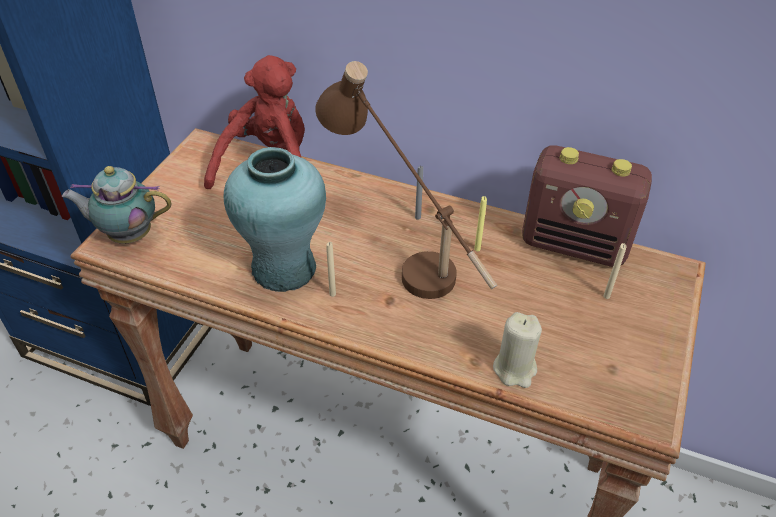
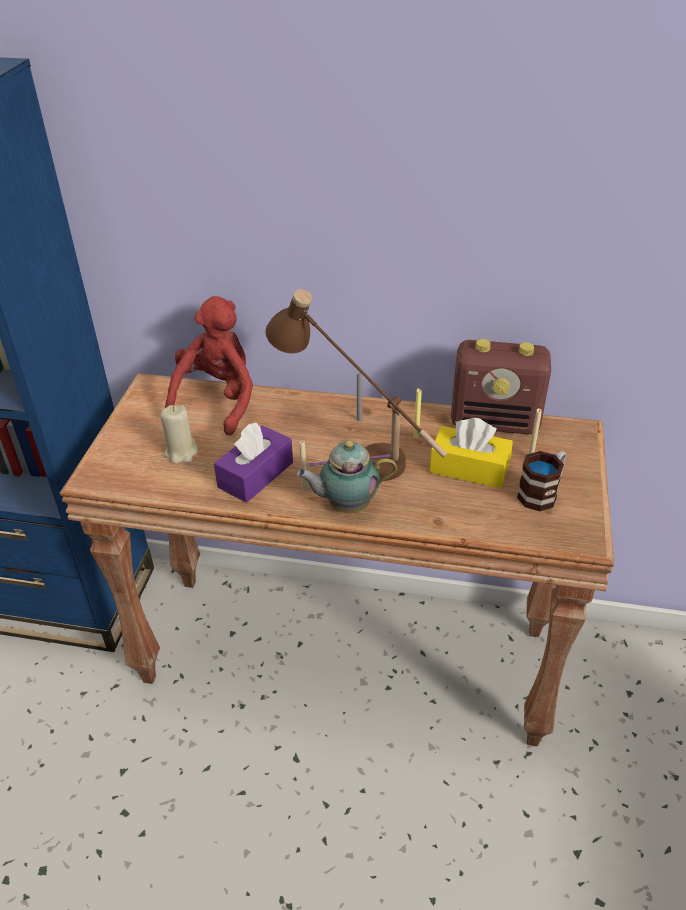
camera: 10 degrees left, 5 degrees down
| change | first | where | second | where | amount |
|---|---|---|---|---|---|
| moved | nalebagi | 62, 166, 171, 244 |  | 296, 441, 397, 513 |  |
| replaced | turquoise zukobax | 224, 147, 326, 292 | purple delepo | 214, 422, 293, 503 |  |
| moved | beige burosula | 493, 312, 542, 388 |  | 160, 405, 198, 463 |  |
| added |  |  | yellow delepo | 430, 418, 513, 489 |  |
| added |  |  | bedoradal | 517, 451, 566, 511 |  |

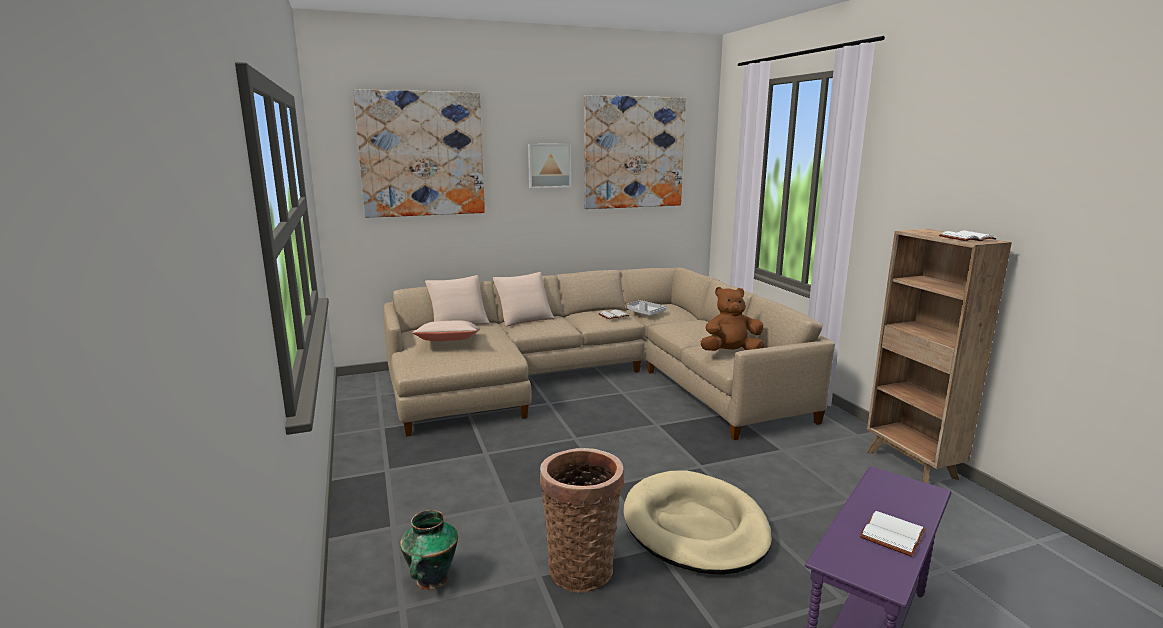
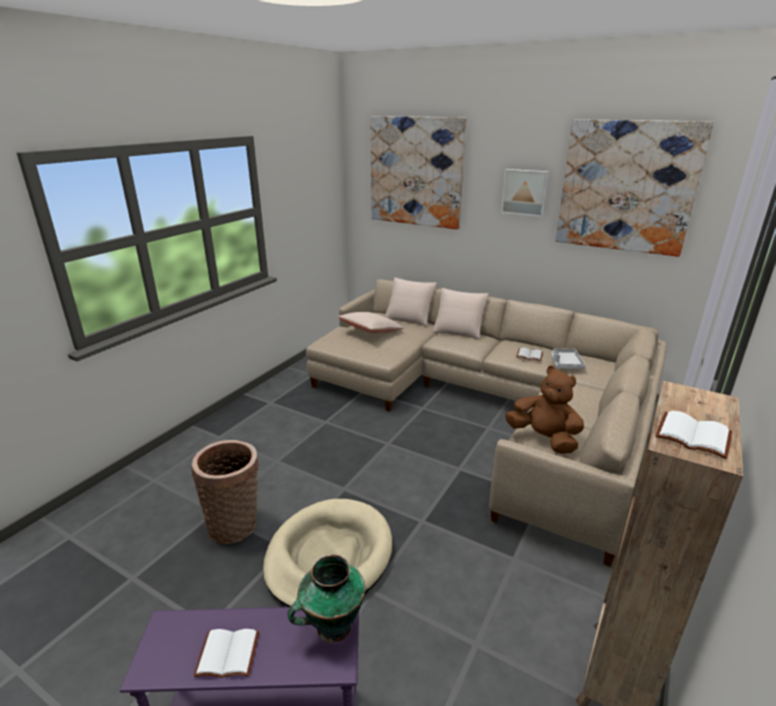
camera: 50 degrees right, 10 degrees up
| change | first | where | second | where | amount |
|---|---|---|---|---|---|
| moved | zukobax | 400, 510, 458, 590 |  | 288, 554, 365, 643 |  |

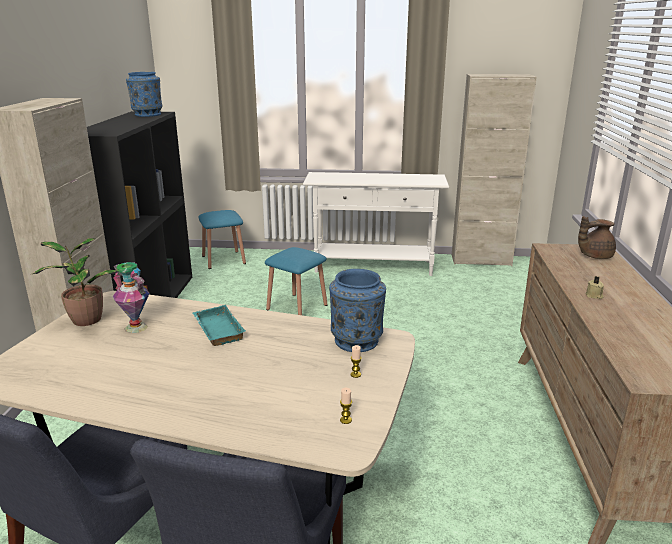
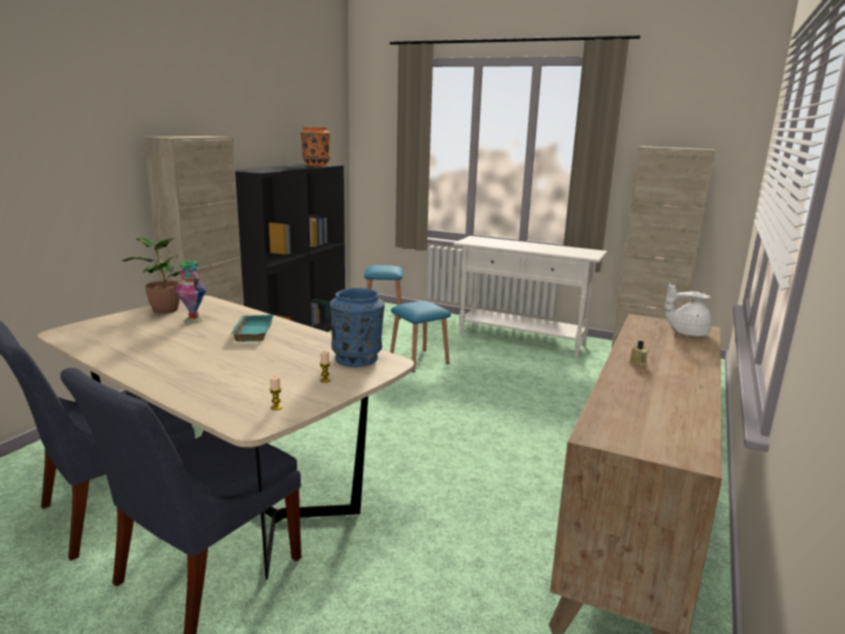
camera: 20 degrees right, 5 degrees down
| change | first | where | second | where | amount |
|---|---|---|---|---|---|
| recoloured | blue zukobax | 126, 72, 163, 117 | orange zukobax | 301, 127, 330, 166 |  |
| recoloured | brown nalebagi | 578, 216, 616, 259 | white nalebagi | 665, 284, 712, 337 |  |

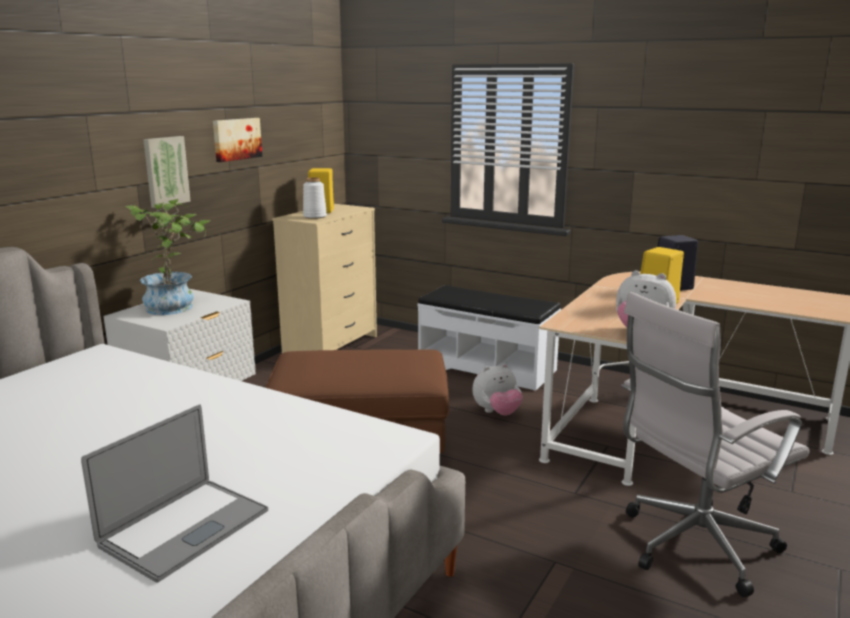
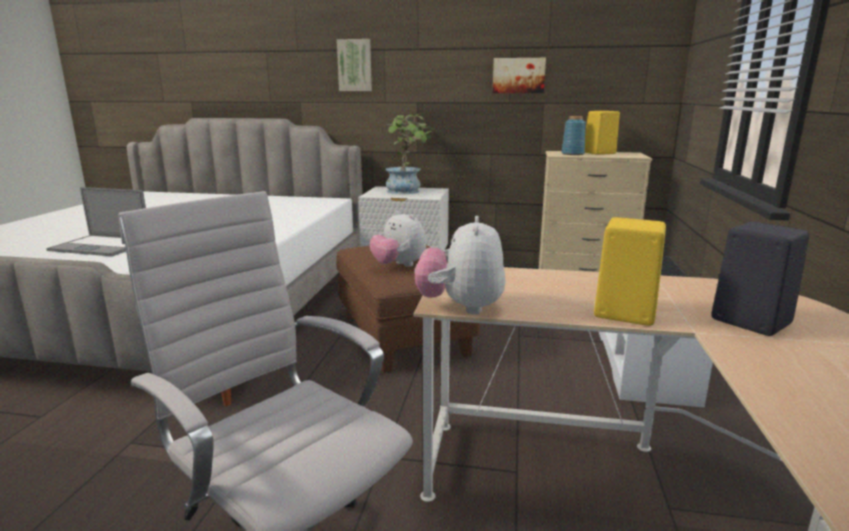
camera: 70 degrees right, 0 degrees up
| change | first | where | second | where | amount |
|---|---|---|---|---|---|
| moved | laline | 143, 136, 191, 208 |  | 337, 39, 372, 91 |  |
| recoloured | white zukobax | 303, 177, 327, 219 | blue zukobax | 562, 116, 586, 155 |  |
| moved | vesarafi | 473, 363, 523, 416 |  | 370, 211, 426, 267 |  |

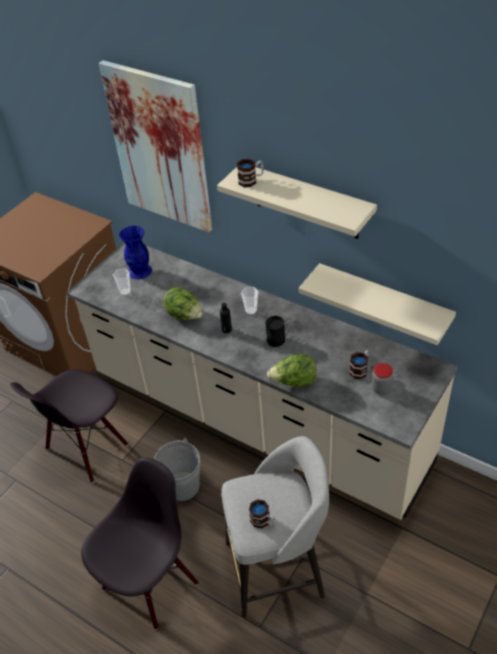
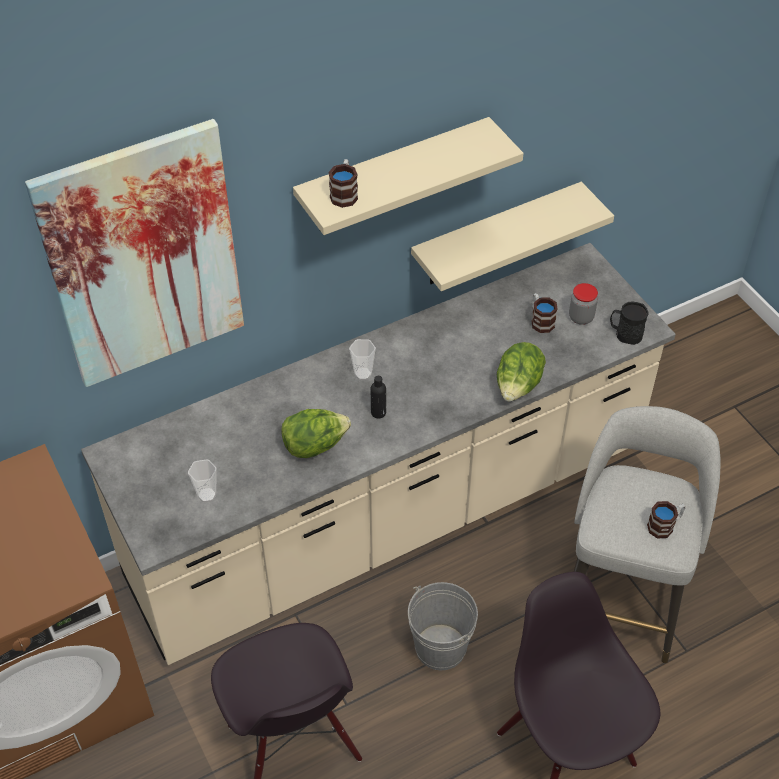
camera: 65 degrees left, 5 degrees up
| change | first | where | second | where | amount |
|---|---|---|---|---|---|
| removed | blue zukobax | 119, 226, 152, 279 |  |  |  |
| moved | black bedoradal | 265, 316, 285, 347 |  | 610, 302, 648, 345 |  |

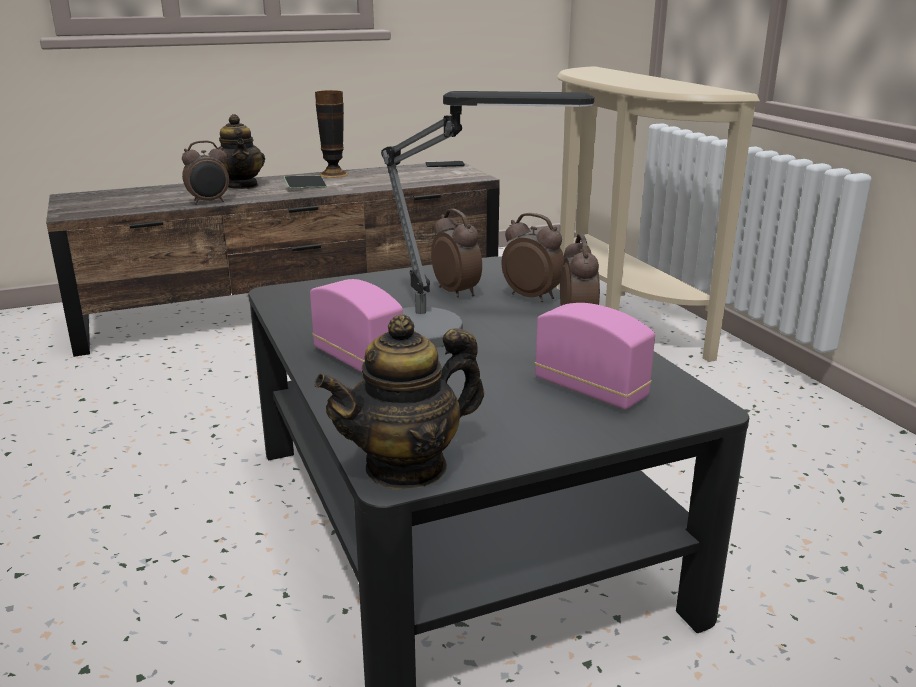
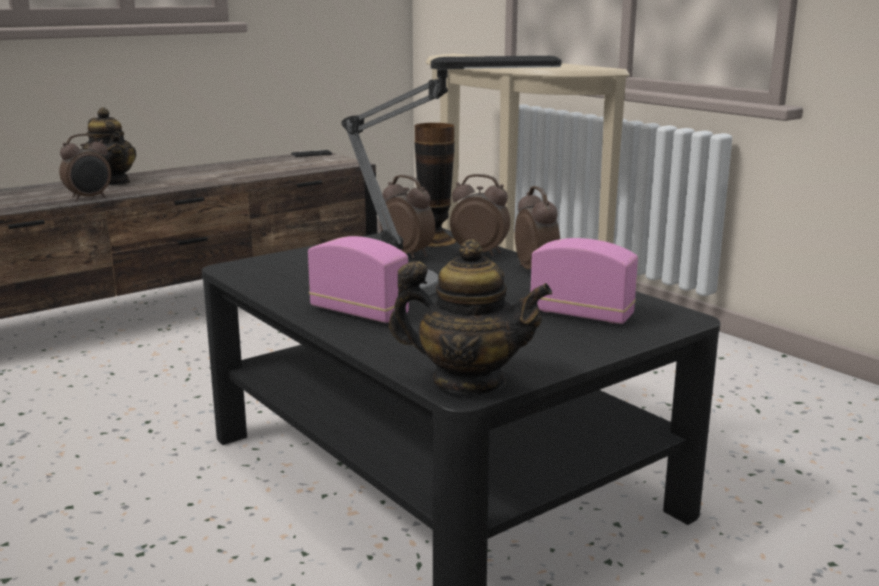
camera: 15 degrees left, 5 degrees down
| change | first | where | second | where | amount |
|---|---|---|---|---|---|
| removed | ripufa | 284, 176, 327, 188 |  |  |  |
| moved | zukobax | 315, 90, 349, 178 |  | 414, 123, 456, 247 |  |
| turned | nalebagi | 315, 314, 484, 490 |  | 389, 239, 552, 394 | 120 degrees counterclockwise |

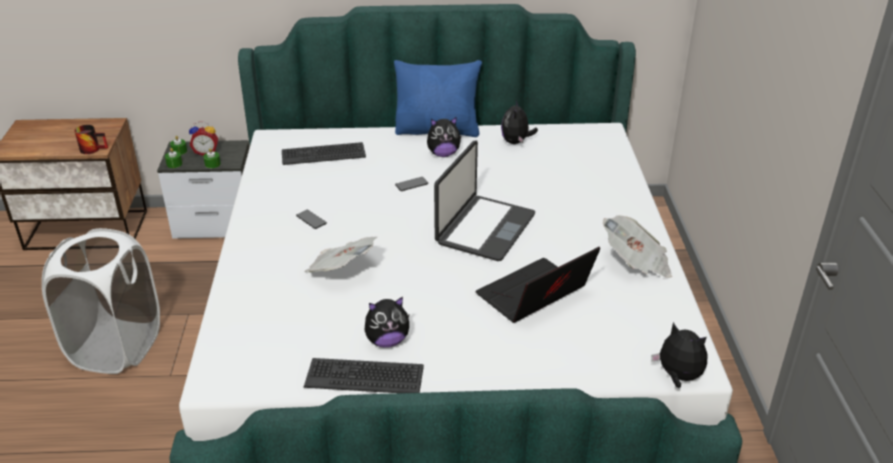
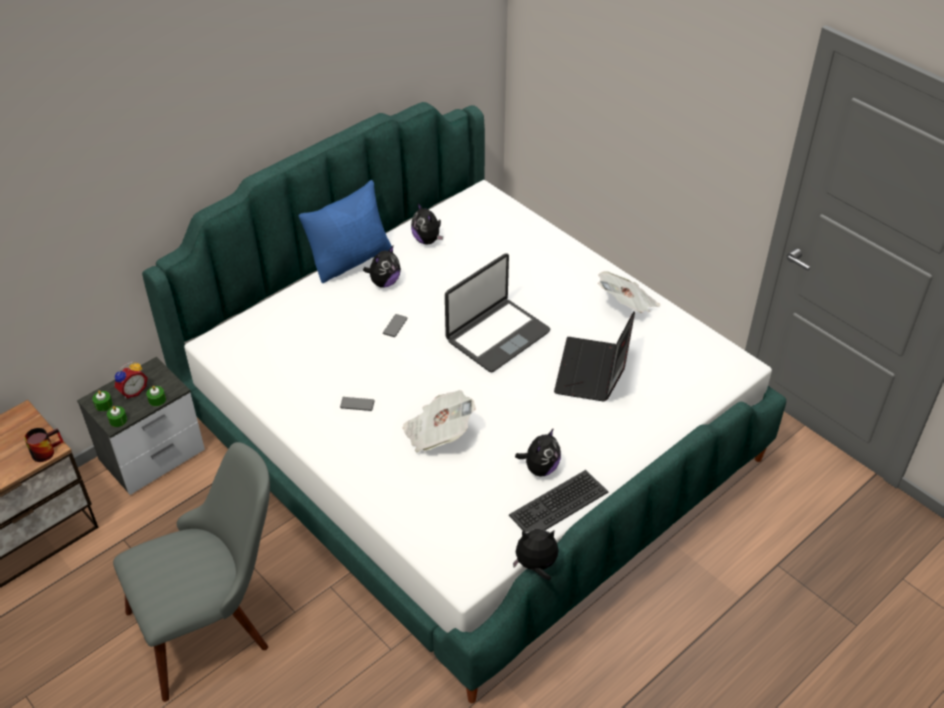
camera: 40 degrees left, 10 degrees up
| change | first | where | second | where | amount |
|---|---|---|---|---|---|
| replaced | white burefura | 42, 228, 160, 374 | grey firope | 113, 442, 270, 702 |  |
| removed | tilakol | 282, 142, 366, 165 |  |  |  |
| turned | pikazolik | 434, 140, 535, 261 |  | 445, 253, 551, 372 | 60 degrees clockwise |
| moved | vesarafi | 651, 322, 707, 388 |  | 513, 529, 558, 580 |  |

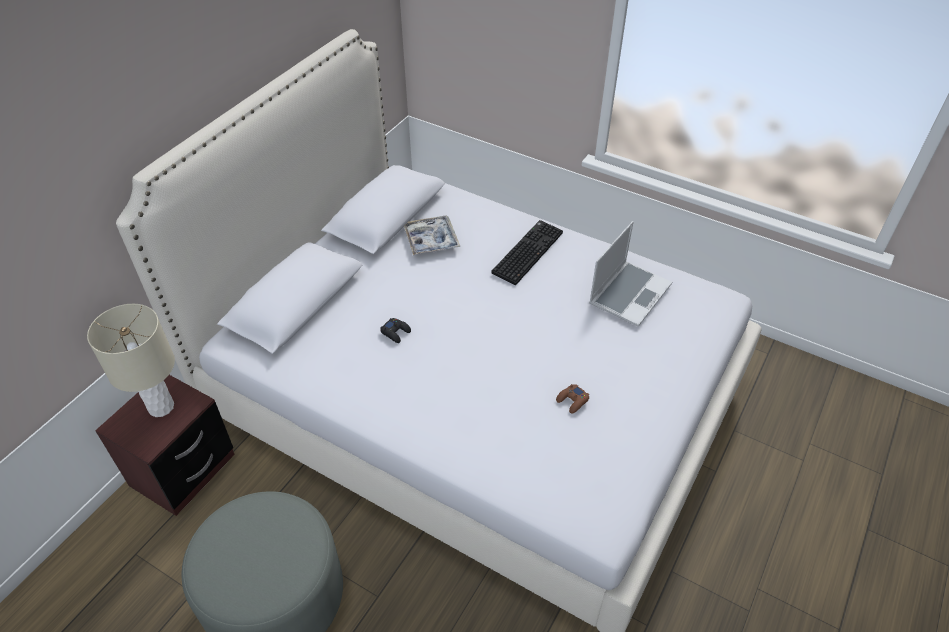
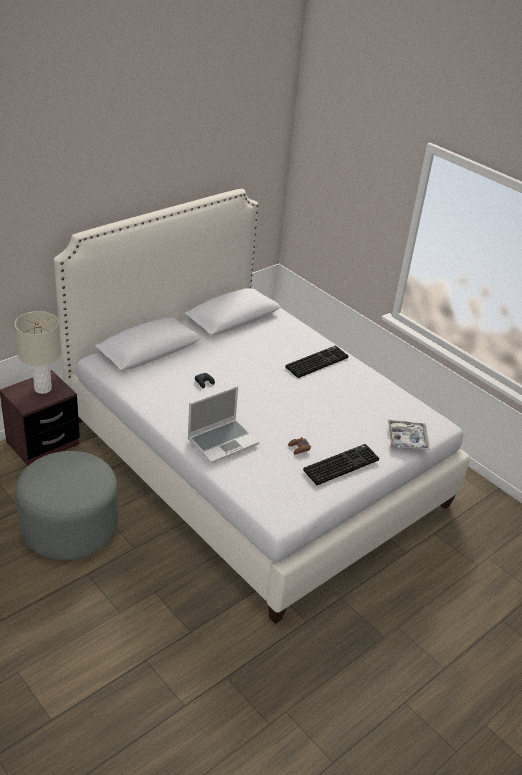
camera: 15 degrees right, 10 degrees down
| change | first | where | second | where | amount |
|---|---|---|---|---|---|
| moved | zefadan | 404, 215, 460, 255 |  | 388, 420, 430, 450 |  |
| moved | pikazolik | 589, 221, 672, 327 |  | 187, 386, 259, 463 |  |
| added |  |  | tilakol | 303, 444, 379, 485 |  |

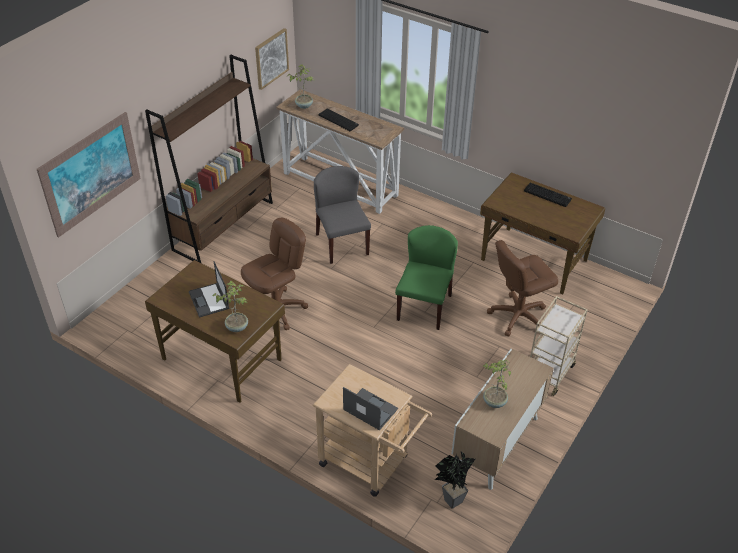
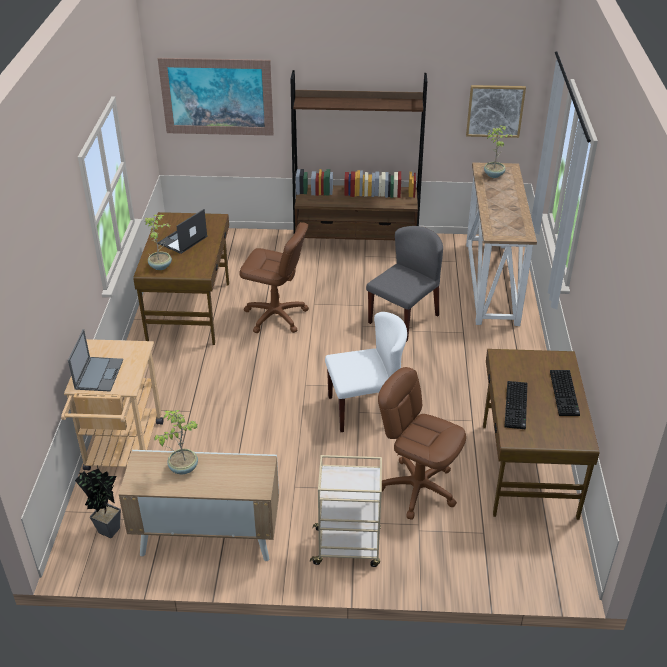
camera: 60 degrees right, 5 degrees down
| change | first | where | second | where | amount |
|---|---|---|---|---|---|
| moved | tilakol | 319, 108, 359, 131 |  | 505, 381, 527, 429 |  |
| recoloured | green firope | 395, 225, 458, 330 | white firope | 325, 312, 407, 432 |  |

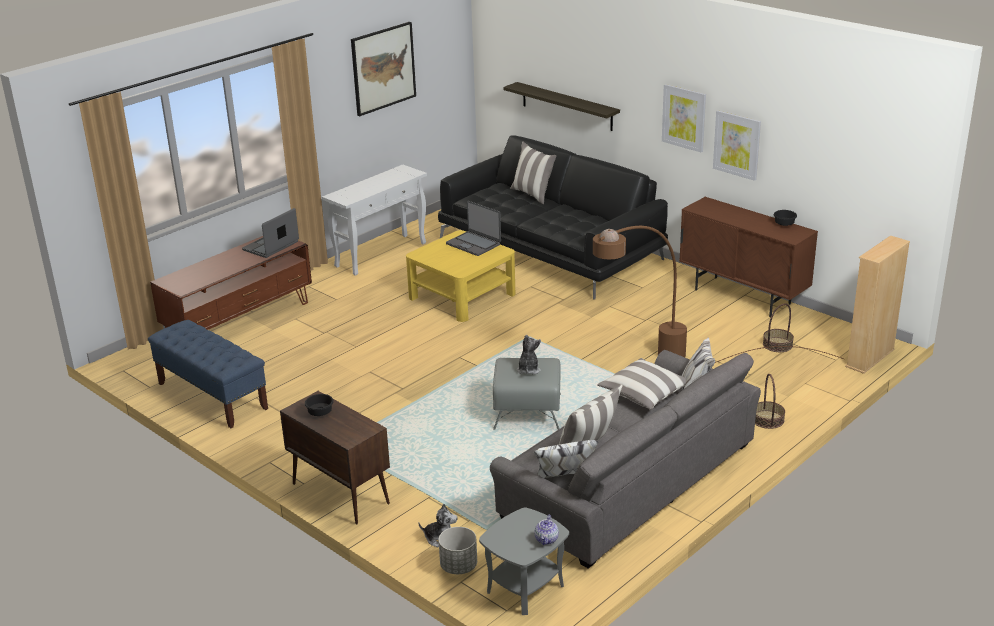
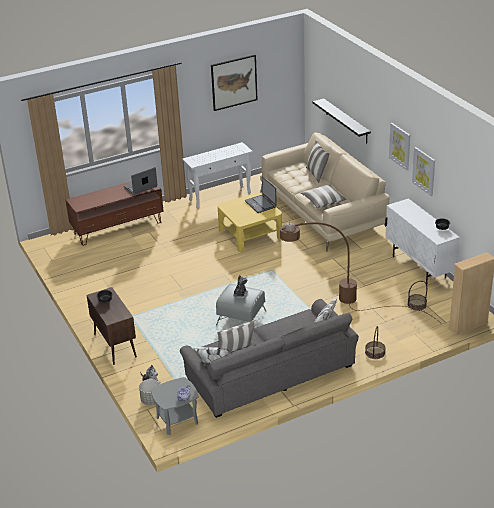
camera: 20 degrees right, 5 degrees up
| change | first | where | second | where | amount |
|---|---|---|---|---|---|
| removed | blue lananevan | 148, 320, 268, 428 |  |  |  |
| recoloured | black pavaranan | 438, 135, 668, 299 | beige pavaranan | 260, 133, 389, 252 |  |
| moved | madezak | 597, 358, 686, 410 |  | 301, 185, 347, 209 |  |
| recoloured | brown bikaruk | 679, 197, 818, 317 | white bikaruk | 385, 198, 460, 284 |  |

